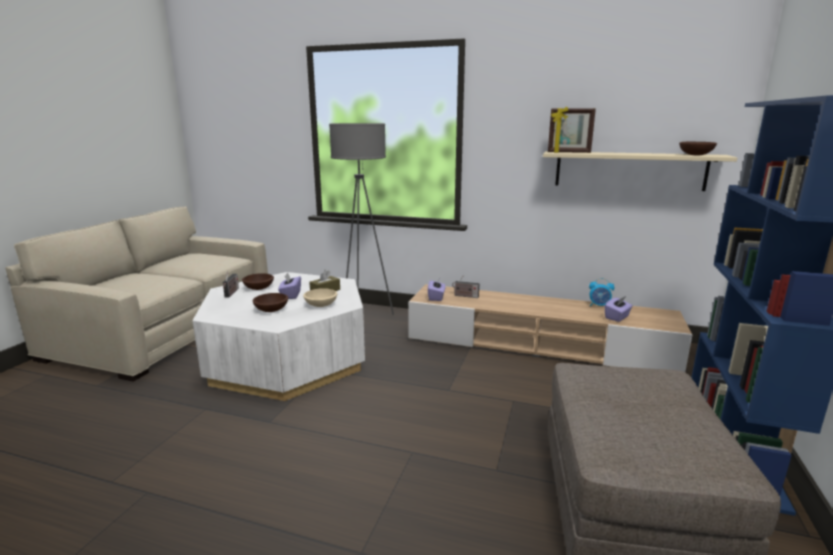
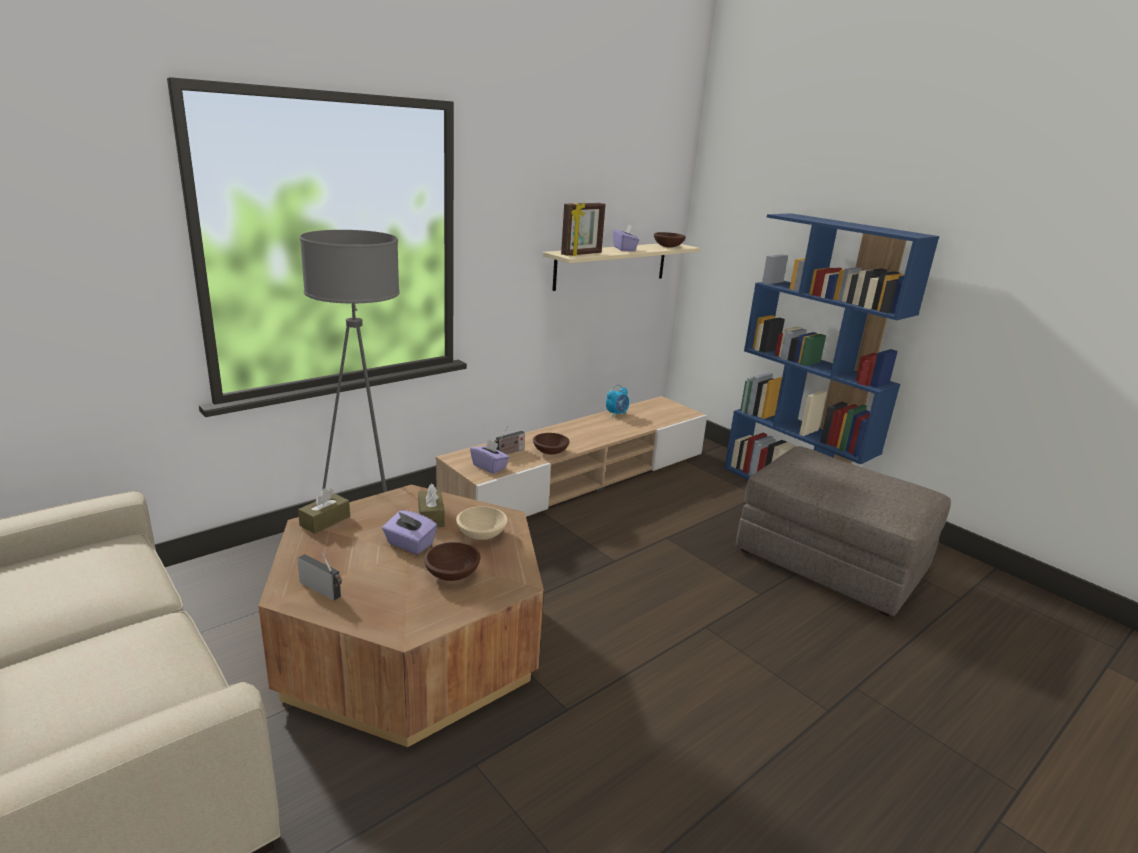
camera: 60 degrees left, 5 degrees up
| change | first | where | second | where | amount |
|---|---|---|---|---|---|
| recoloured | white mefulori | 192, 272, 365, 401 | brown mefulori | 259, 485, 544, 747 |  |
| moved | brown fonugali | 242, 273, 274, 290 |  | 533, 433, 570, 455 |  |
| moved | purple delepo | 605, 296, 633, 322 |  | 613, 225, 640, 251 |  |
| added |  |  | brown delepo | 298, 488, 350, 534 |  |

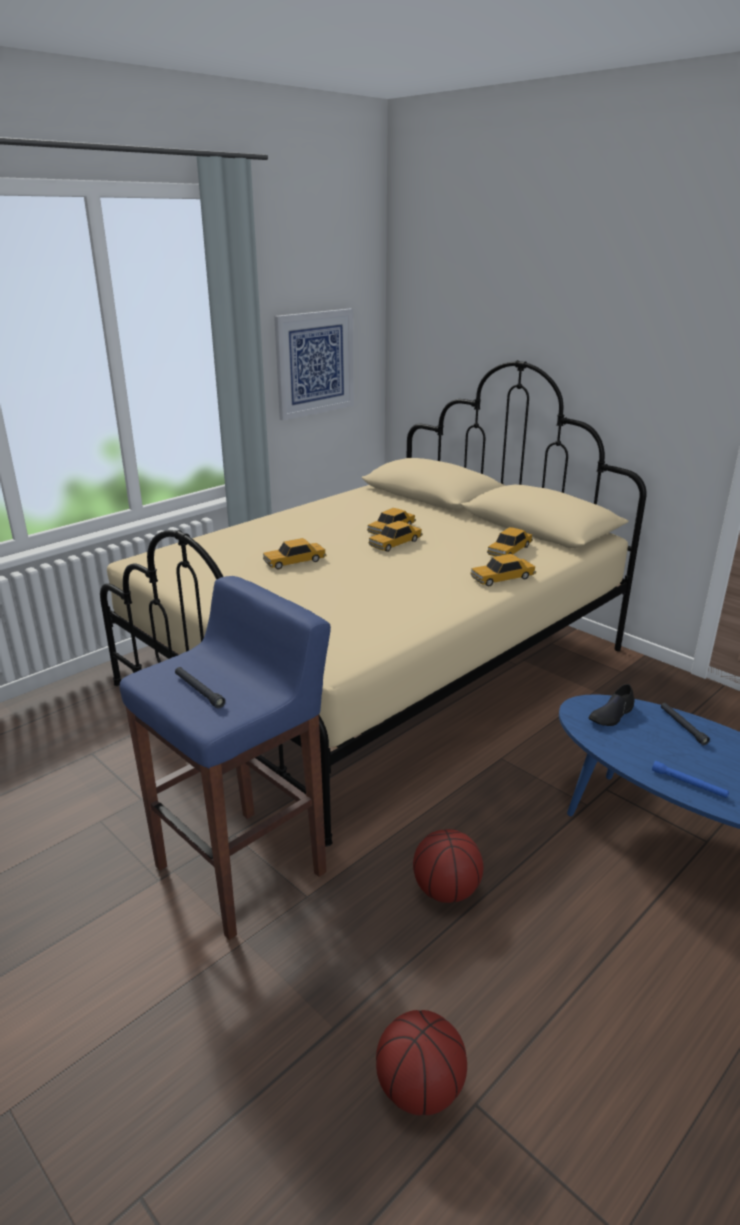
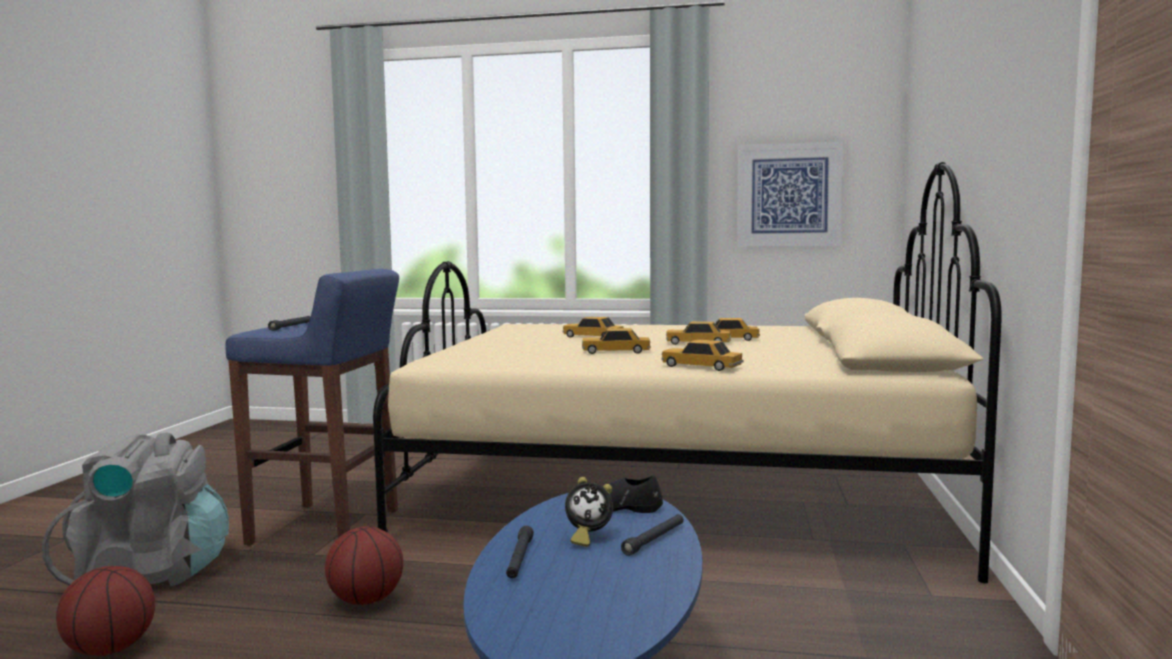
camera: 55 degrees right, 20 degrees down
| change | first | where | second | where | amount |
|---|---|---|---|---|---|
| moved | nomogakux | 487, 527, 533, 556 |  | 582, 328, 651, 354 |  |
| recoloured | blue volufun | 652, 761, 729, 798 | black volufun | 506, 526, 534, 579 |  |
| added |  |  | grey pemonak | 42, 433, 229, 586 |  |
| added |  |  | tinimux | 565, 477, 613, 547 |  |

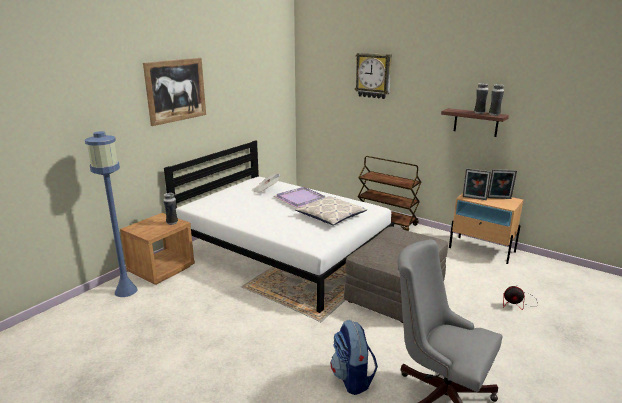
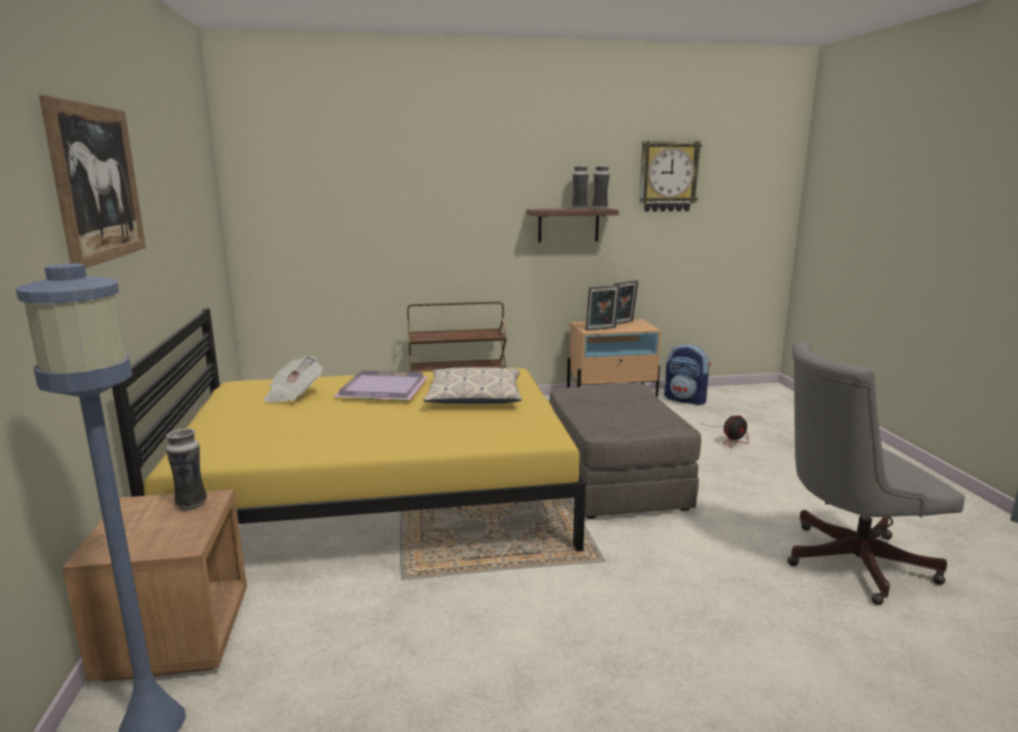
camera: 45 degrees left, 5 degrees down
| change | first | where | second | where | amount |
|---|---|---|---|---|---|
| recoloured | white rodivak | 164, 140, 394, 313 | yellow rodivak | 112, 308, 586, 552 |  |
| moved | pemonak | 331, 319, 378, 395 |  | 664, 344, 711, 405 |  |
| moved | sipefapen | 355, 53, 392, 99 |  | 639, 141, 702, 212 |  |

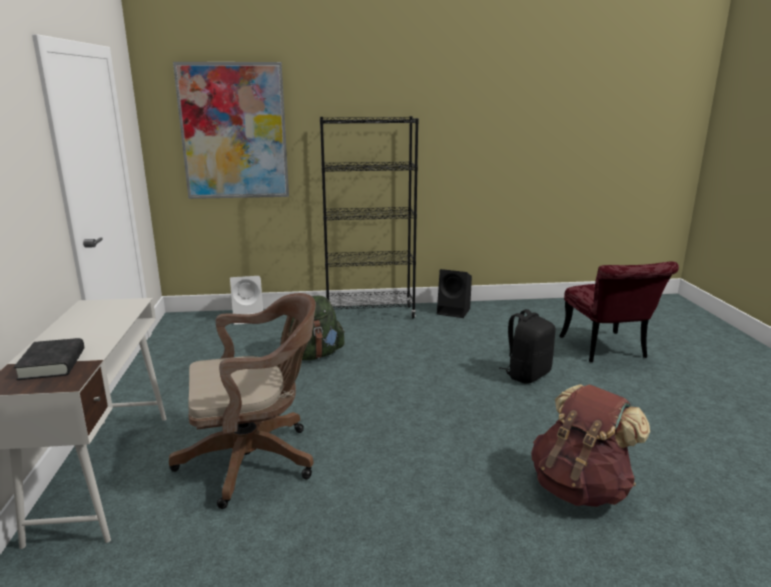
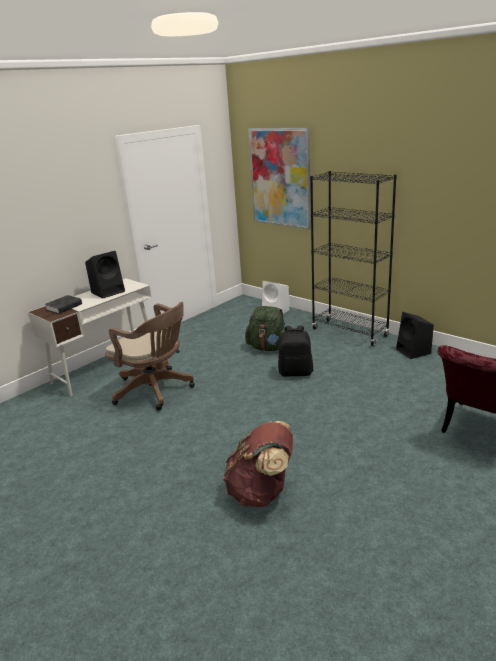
camera: 50 degrees right, 5 degrees up
| change | first | where | second | where | amount |
|---|---|---|---|---|---|
| moved | black pemonak | 499, 309, 556, 384 |  | 278, 326, 313, 377 |  |
| added |  |  | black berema | 85, 251, 125, 299 |  |

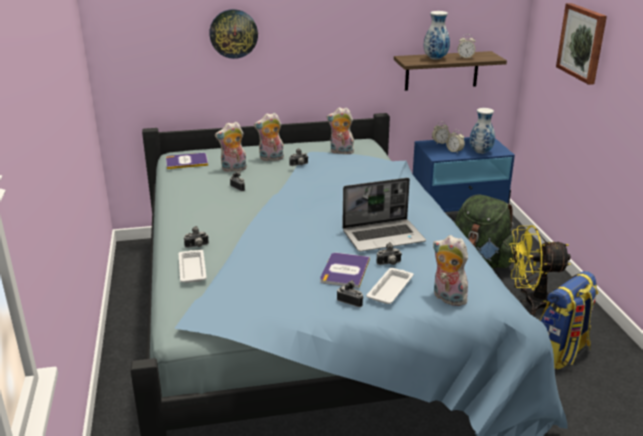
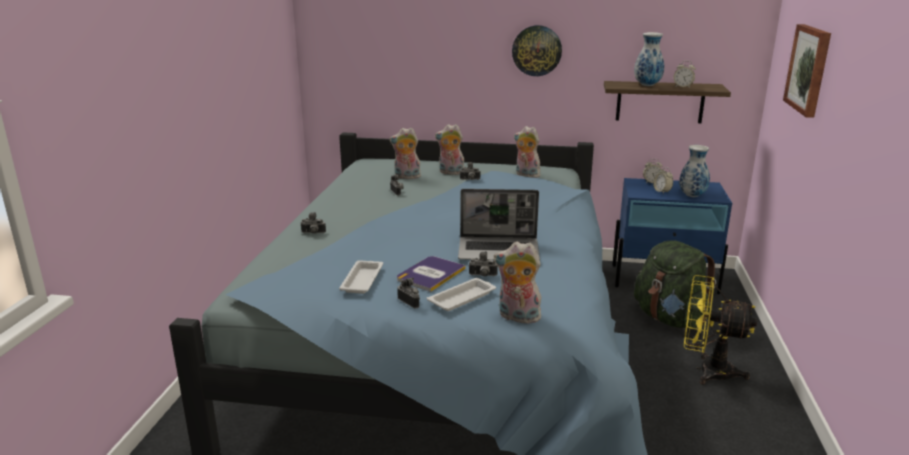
camera: 20 degrees right, 5 degrees down
| change | first | where | second | where | amount |
|---|---|---|---|---|---|
| removed | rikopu | 166, 153, 208, 169 |  |  |  |
| moved | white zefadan | 178, 250, 207, 283 |  | 339, 260, 383, 294 |  |
| moved | sipefapen | 209, 9, 258, 59 |  | 512, 25, 562, 76 |  |
| turned | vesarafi | 433, 235, 468, 306 |  | 494, 242, 541, 323 | 45 degrees counterclockwise |
| removed | pemonak | 540, 271, 598, 370 |  |  |  |

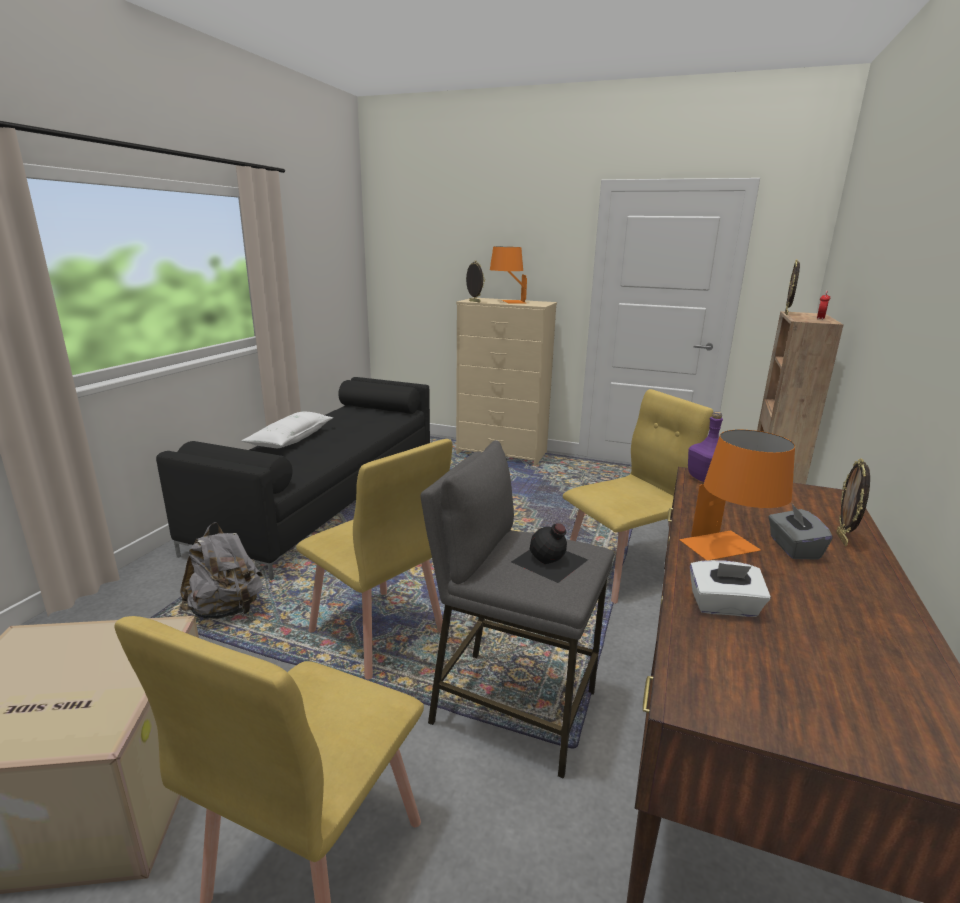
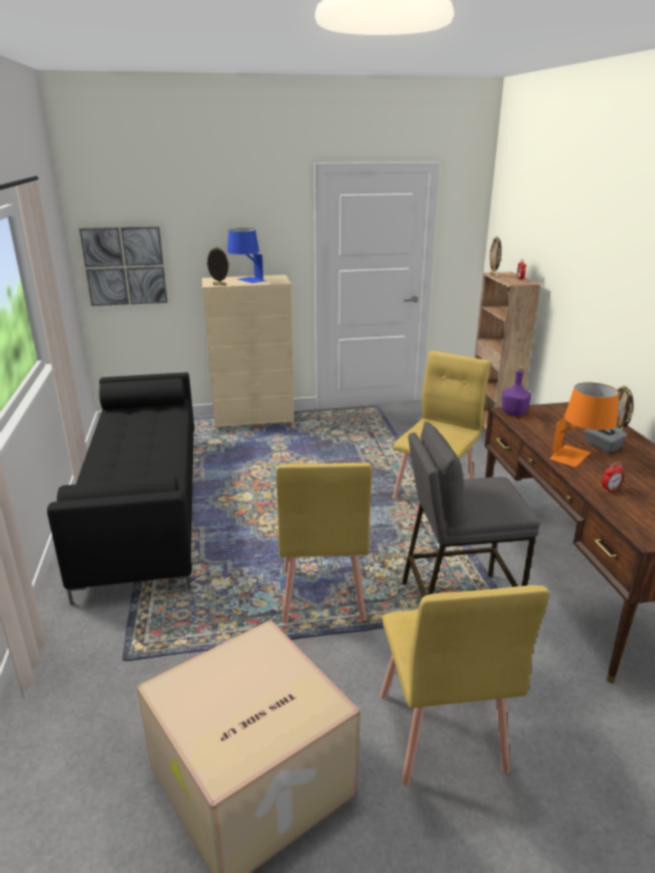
camera: 30 degrees left, 5 degrees up
| change | first | where | second | where | amount |
|---|---|---|---|---|---|
| removed | grey pemonak | 180, 522, 263, 619 |  |  |  |
| removed | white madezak | 241, 411, 333, 448 |  |  |  |
| turned | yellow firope | 296, 439, 452, 679 |  | 276, 463, 372, 623 | 75 degrees clockwise |
| recoloured | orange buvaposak | 490, 247, 527, 303 | blue buvaposak | 227, 228, 266, 283 |  |
| removed | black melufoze | 511, 523, 588, 583 |  |  |  |
| replaced | white delepo | 690, 560, 771, 617 | tinimux | 602, 462, 625, 493 |  |
| added |  |  | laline | 79, 226, 168, 306 |  |

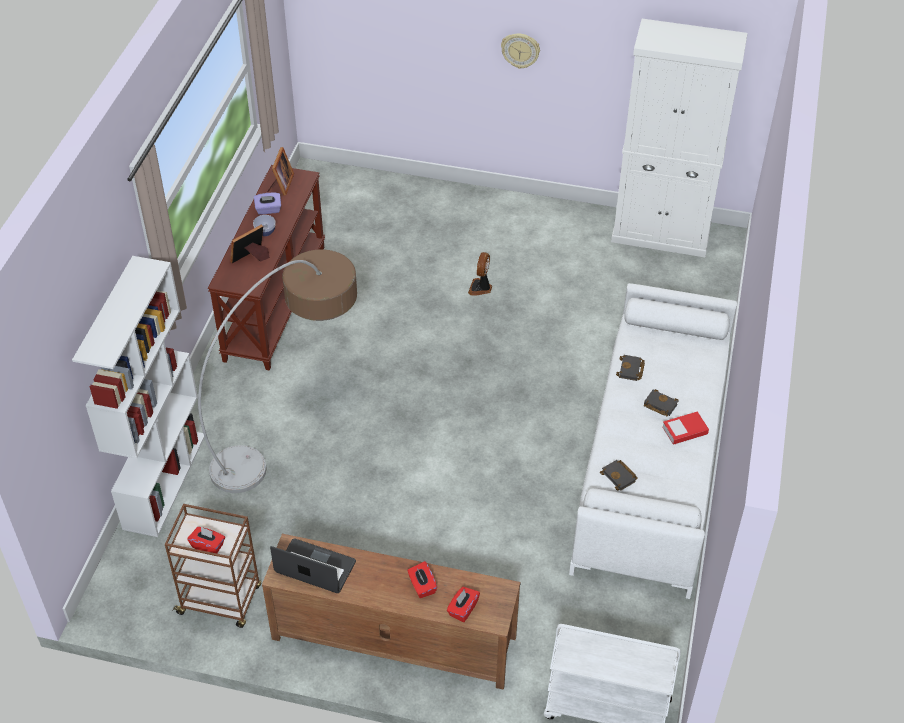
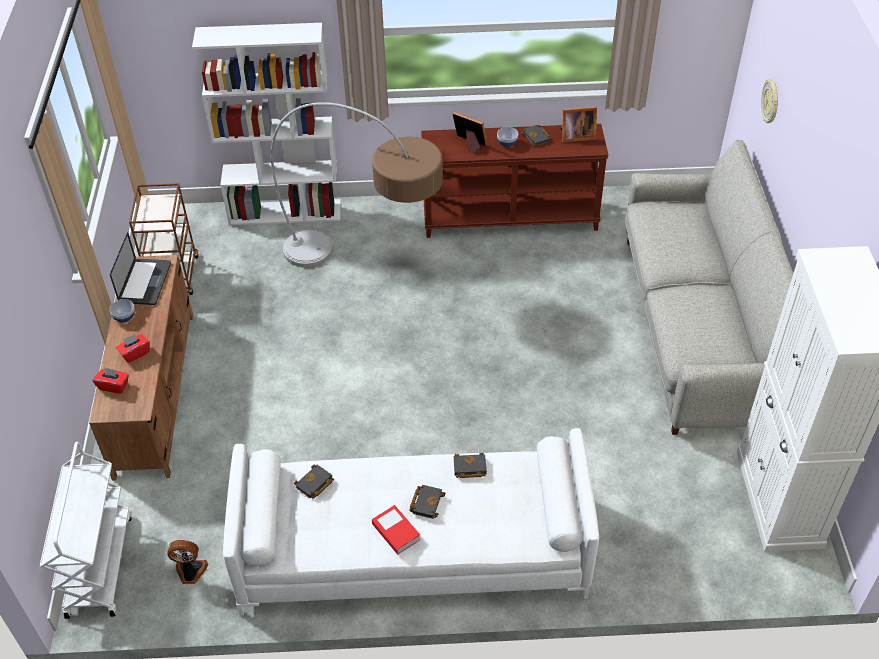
camera: 75 degrees right, 0 degrees up
| change | first | where | second | where | amount |
|---|---|---|---|---|---|
| removed | red delepo | 188, 527, 225, 553 |  |  |  |
| replaced | purple delepo | 254, 193, 281, 215 | black rikopu | 521, 125, 552, 146 |  |
| moved | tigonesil | 468, 252, 492, 296 |  | 167, 540, 208, 584 |  |
| moved | sipefapen | 501, 34, 540, 69 |  | 761, 79, 778, 123 |  |
| added |  |  | fonugali | 109, 299, 135, 323 |  |
| added |  |  | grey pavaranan | 625, 140, 793, 435 |  |

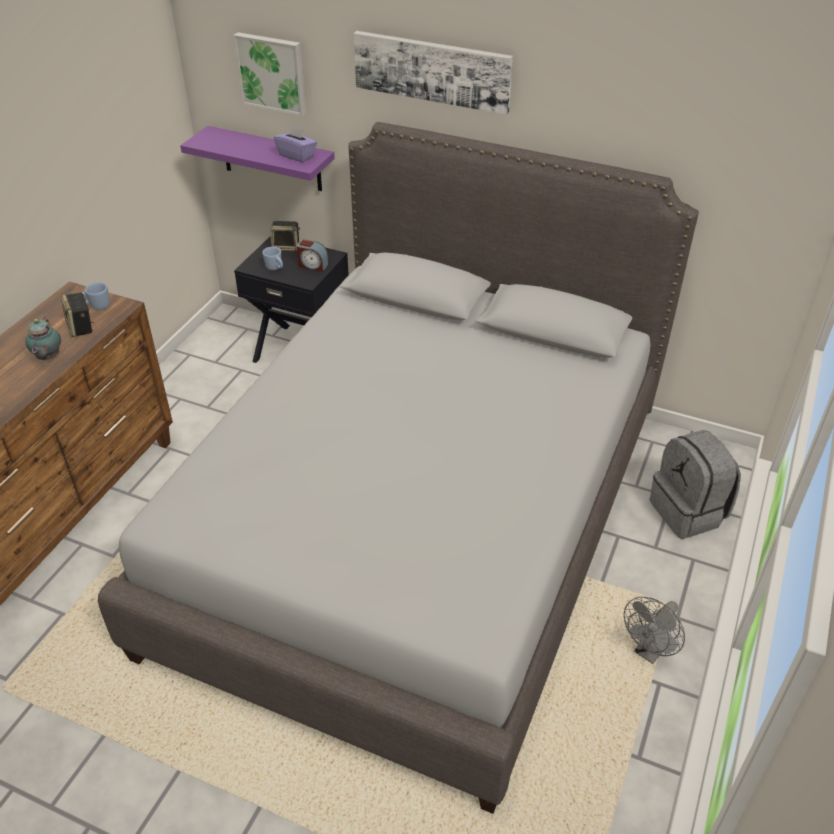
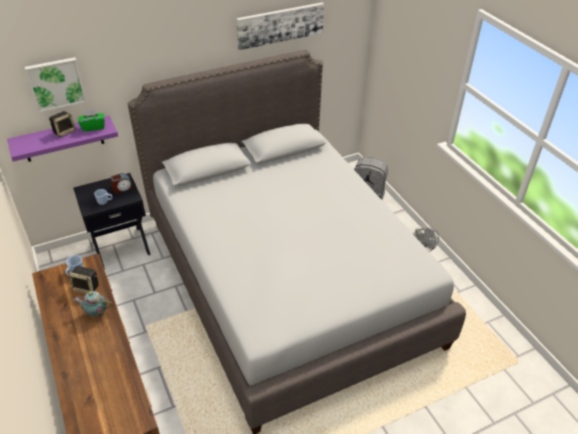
camera: 50 degrees left, 0 degrees up
| change | first | where | second | where | amount |
|---|---|---|---|---|---|
| turned | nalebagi | 25, 316, 61, 360 |  | 73, 291, 113, 318 | 150 degrees clockwise |
| moved | berema | 270, 221, 300, 252 |  | 49, 111, 76, 137 |  |
| recoloured | purple delepo | 274, 124, 317, 162 | green delepo | 78, 109, 105, 132 |  |
| moved | laline | 354, 31, 513, 115 |  | 237, 3, 324, 50 |  |

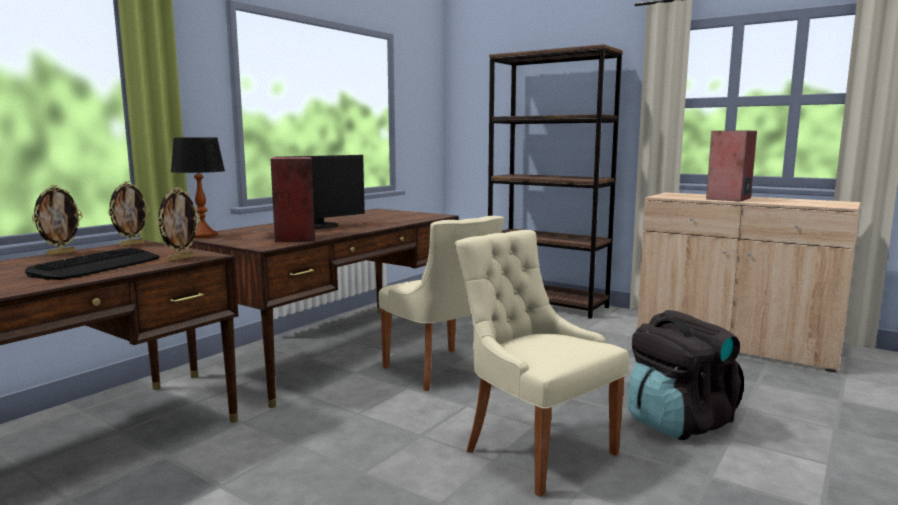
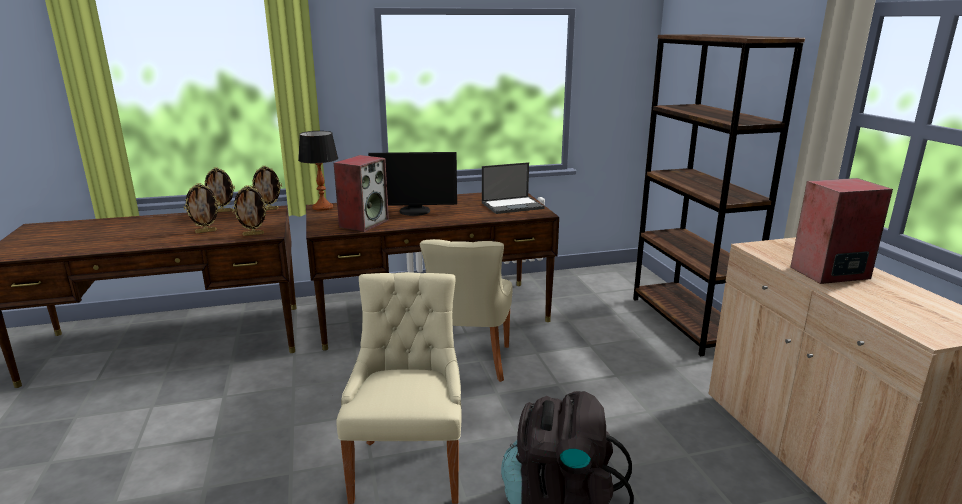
camera: 40 degrees right, 10 degrees up
| change | first | where | second | where | amount |
|---|---|---|---|---|---|
| replaced | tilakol | 25, 248, 160, 280 | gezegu | 184, 183, 220, 233 |  |
| added |  |  | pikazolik | 482, 162, 545, 214 |  |

